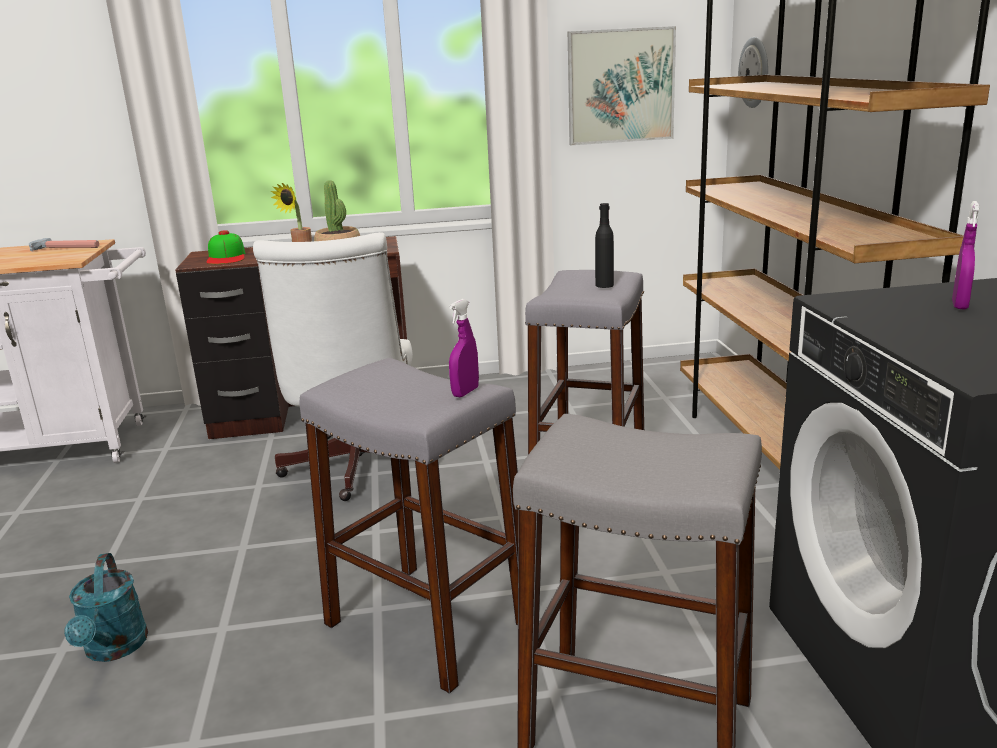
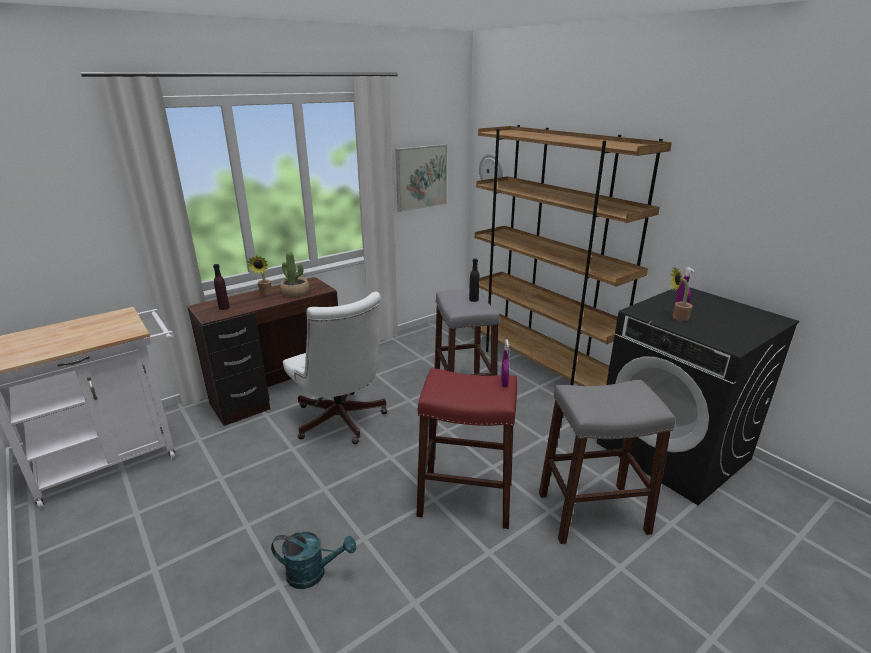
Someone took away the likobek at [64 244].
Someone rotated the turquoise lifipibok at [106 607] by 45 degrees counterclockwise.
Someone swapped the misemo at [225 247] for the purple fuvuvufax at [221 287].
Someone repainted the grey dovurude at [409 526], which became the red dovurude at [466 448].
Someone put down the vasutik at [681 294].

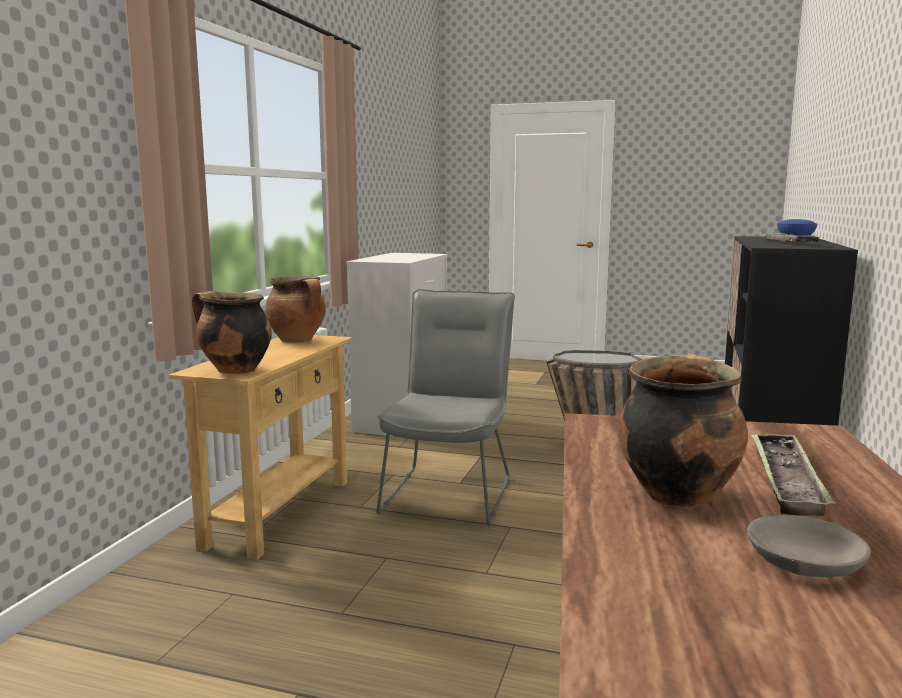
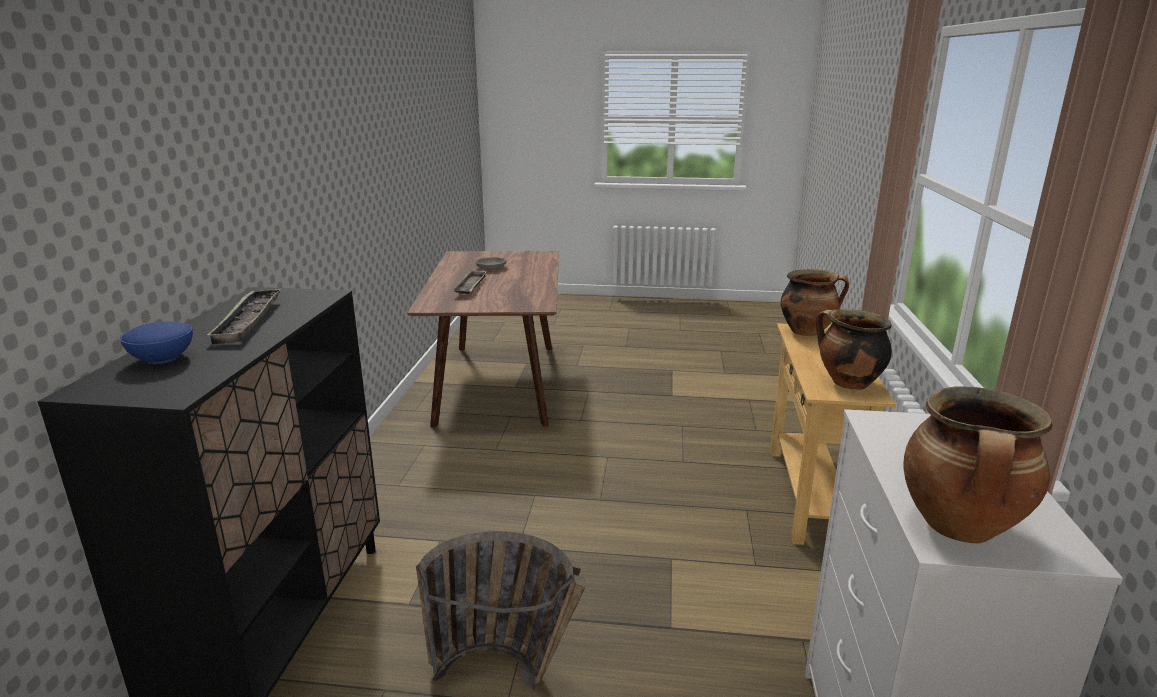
Someone took away the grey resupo at [446 407].
Someone carried the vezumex from [683 430] to [978 465].

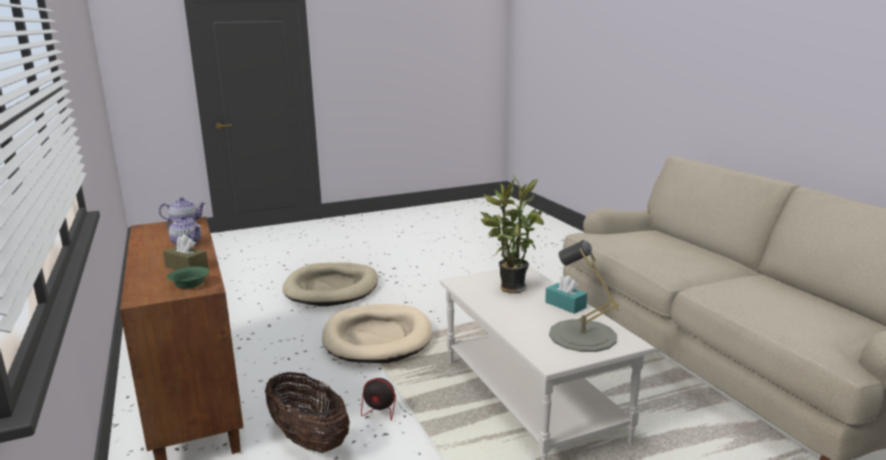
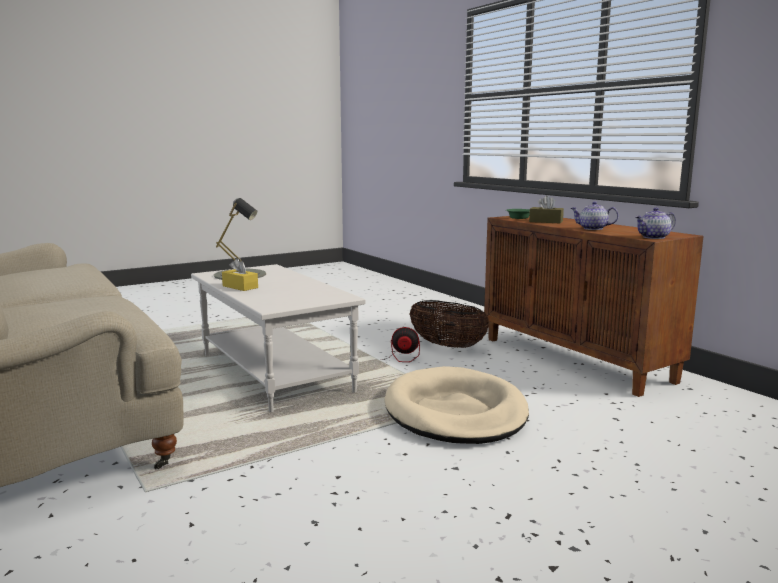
Someone took away the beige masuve at [330 284].
Someone took away the vasutik at [512 234].
Someone repainted the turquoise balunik at [566 294], which became the yellow balunik at [240 274].

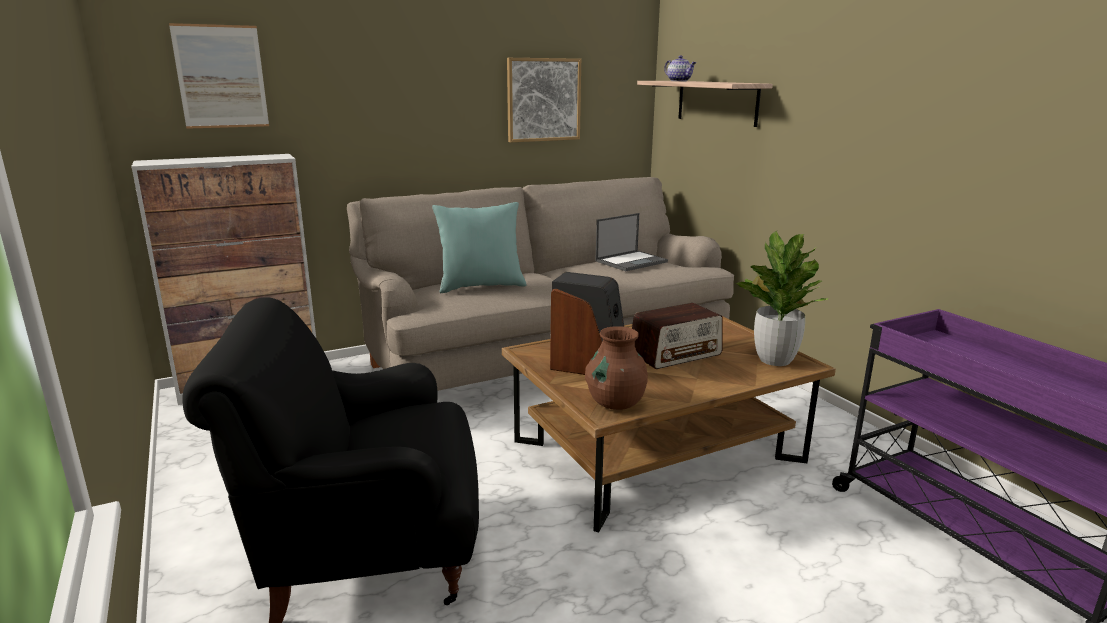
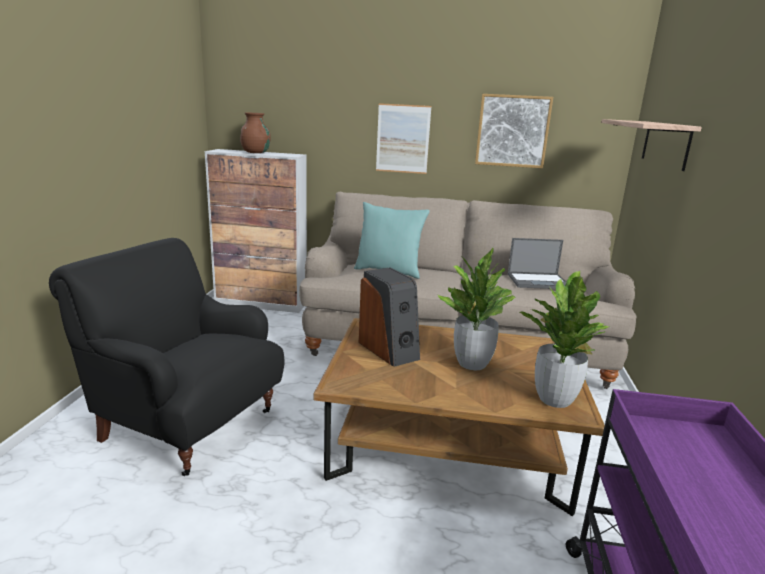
Someone carried the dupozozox from [219 76] to [403 138].
Someone carried the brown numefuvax from [616 368] to [255 133].
Someone swapped the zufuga at [677 336] for the vasutik at [476 309].
Someone took away the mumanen at [680 68].

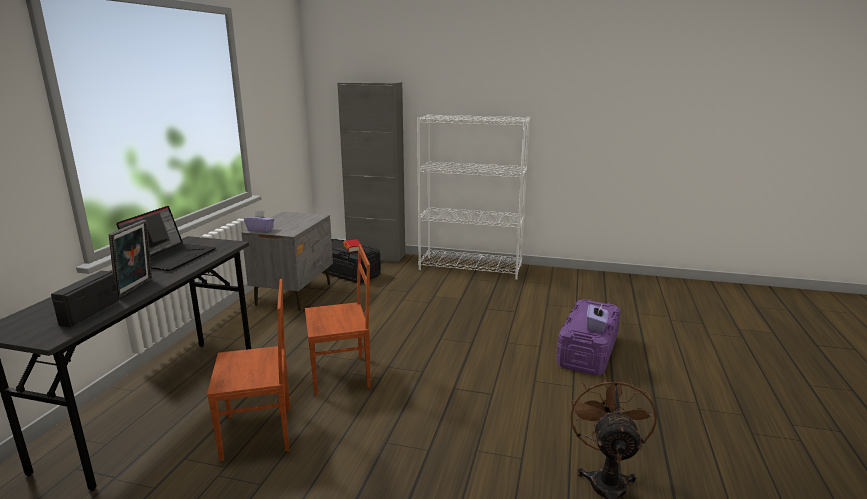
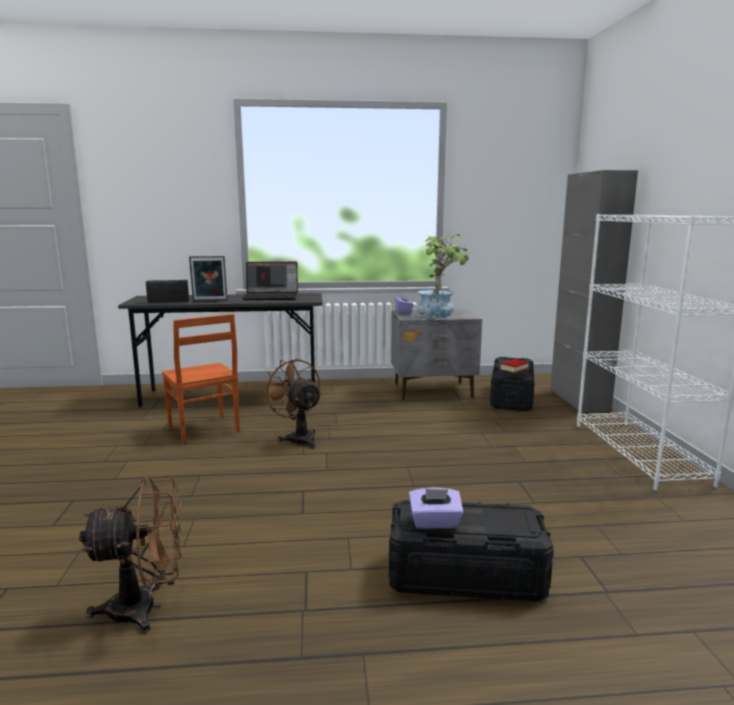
Someone swapped the brown resupo at [338 320] for the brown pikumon at [291 403].
Someone repainted the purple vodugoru at [588 337], which became the black vodugoru at [471 550].
Someone put down the vasutik at [444 276].

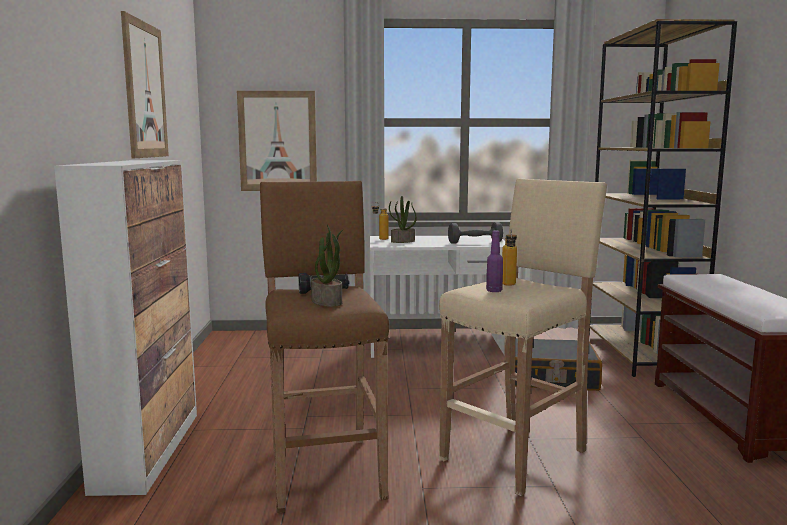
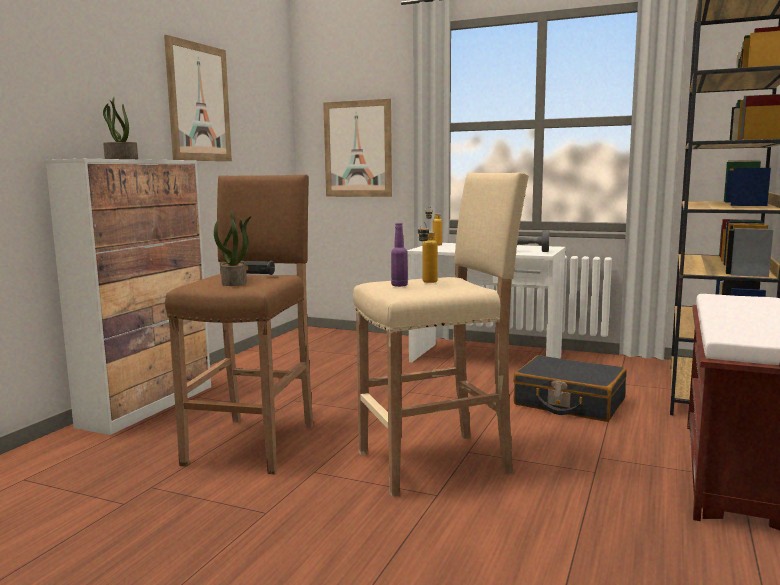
Someone carried the vasutik from [403 219] to [120 127].

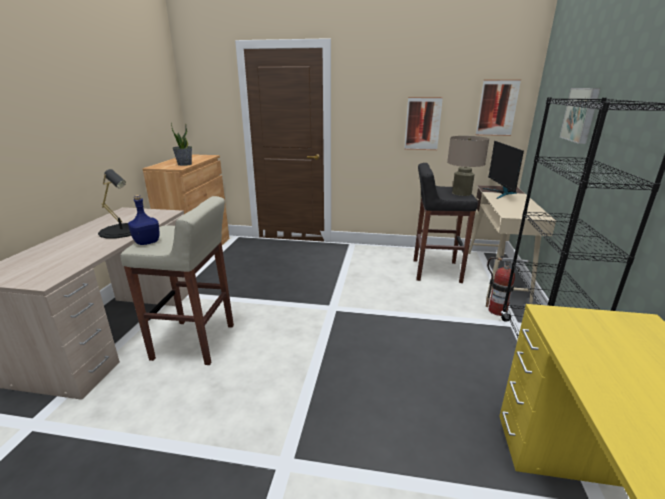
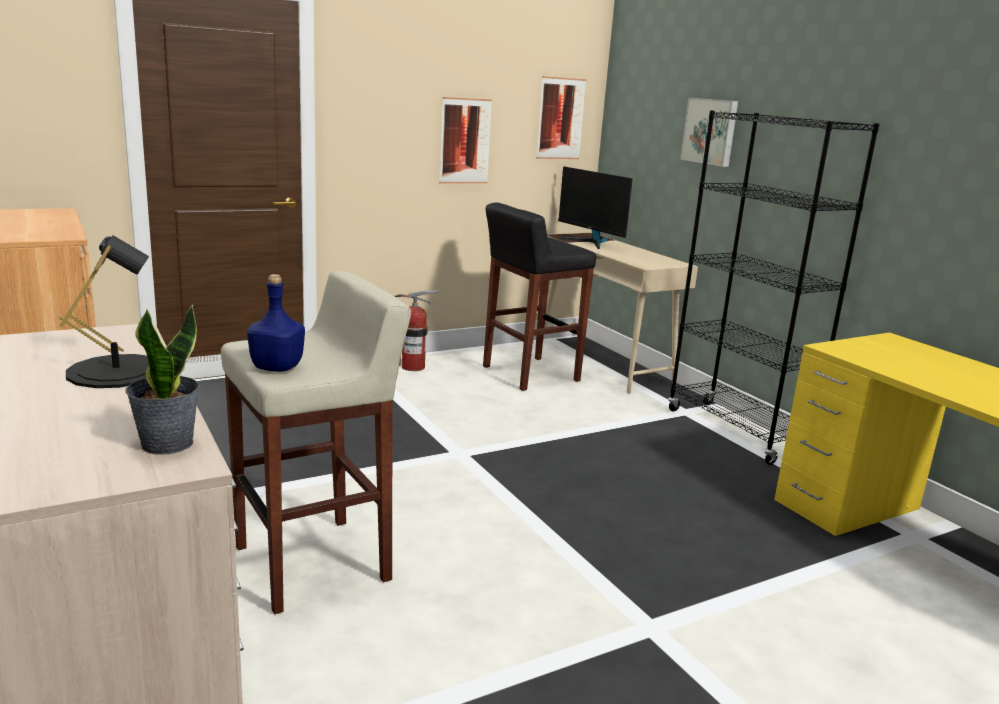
Someone carried the vasutik from [181 144] to [162 380].
Someone took away the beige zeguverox at [468 166].
Someone carried the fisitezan from [507 286] to [417 330].

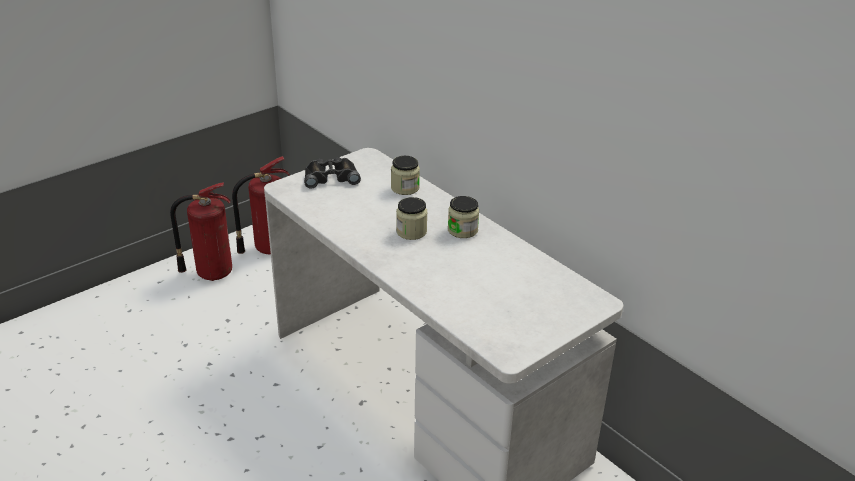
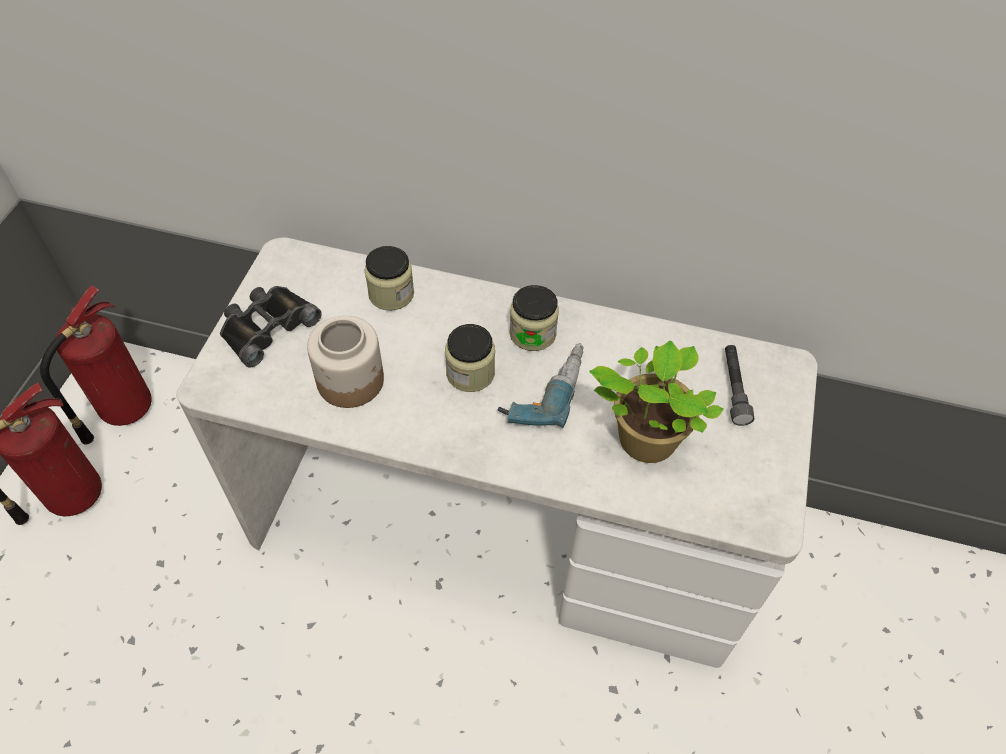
Someone put down the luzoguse at [345 362].
Someone put down the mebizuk at [541 385].
Someone put down the vasutik at [656 401].
Someone put down the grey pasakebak at [739 385].

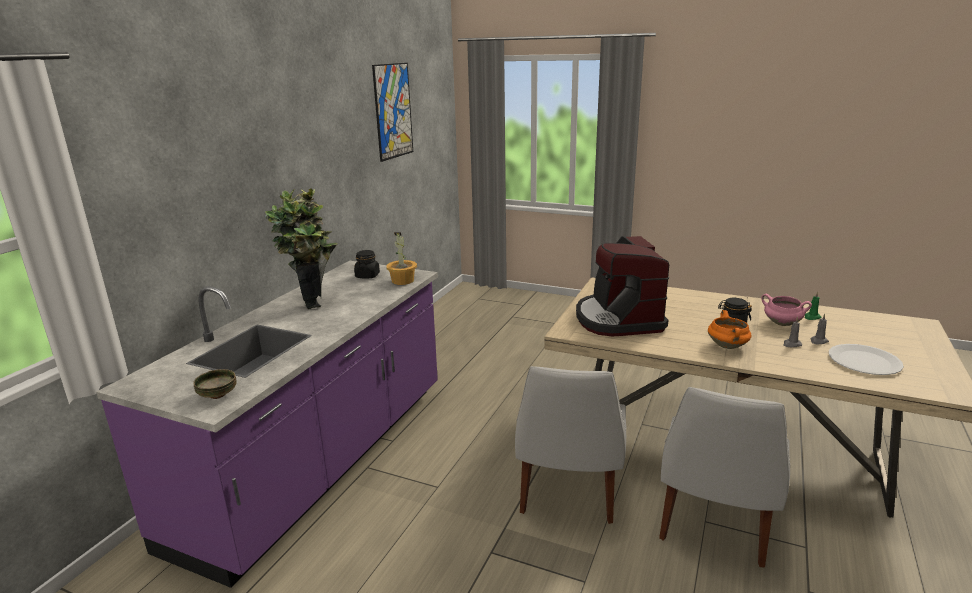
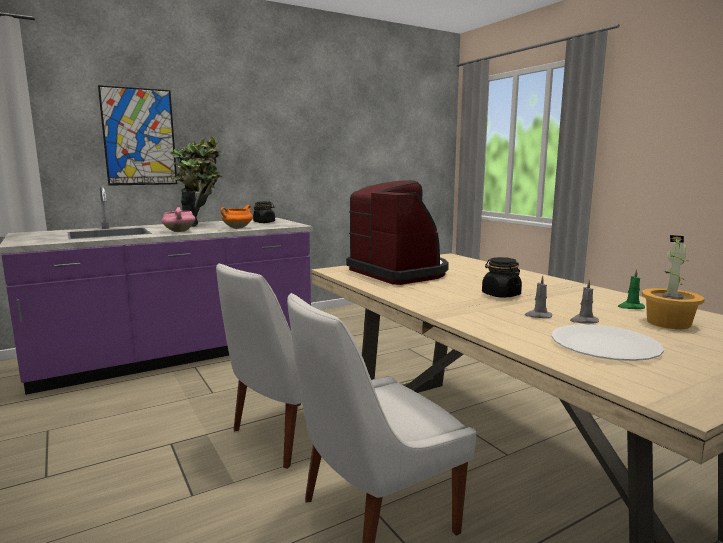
Someone took away the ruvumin at [215 384].
Someone carried the dupozozox from [392 112] to [137 135].
Someone carried the vasutik from [401 258] to [673 282].
Someone rotated the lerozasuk at [622 286] by 120 degrees clockwise.
Someone carried the orange vezumex from [729 329] to [236 217].
Someone carried the pink vezumex from [786 310] to [179 219].

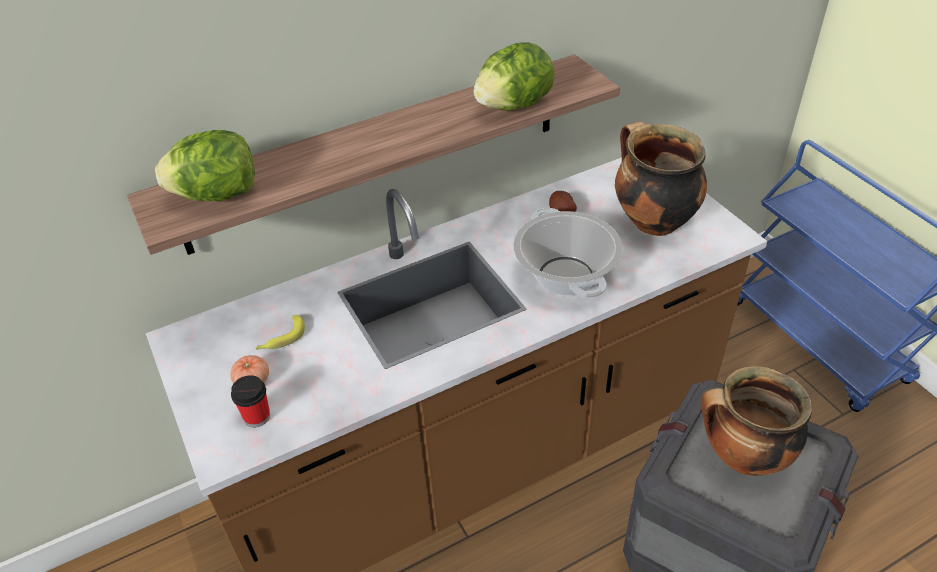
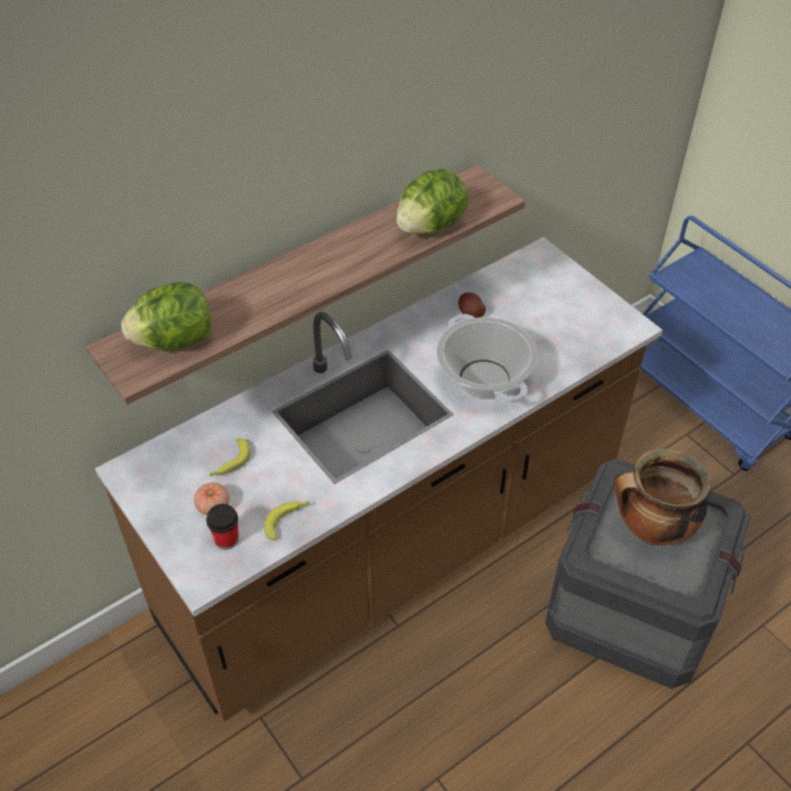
Someone took away the vezumex at [661 179].
Someone put down the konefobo at [287 520].

